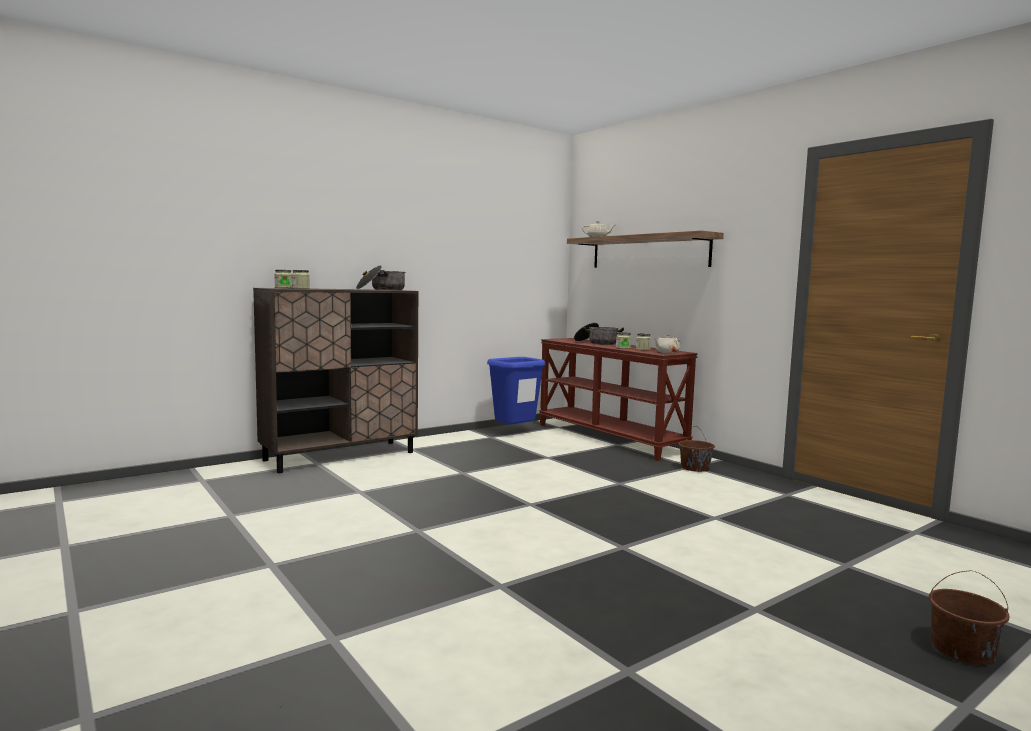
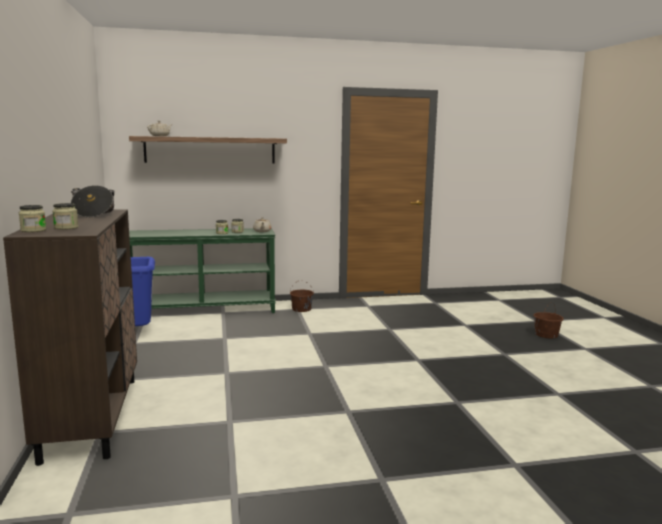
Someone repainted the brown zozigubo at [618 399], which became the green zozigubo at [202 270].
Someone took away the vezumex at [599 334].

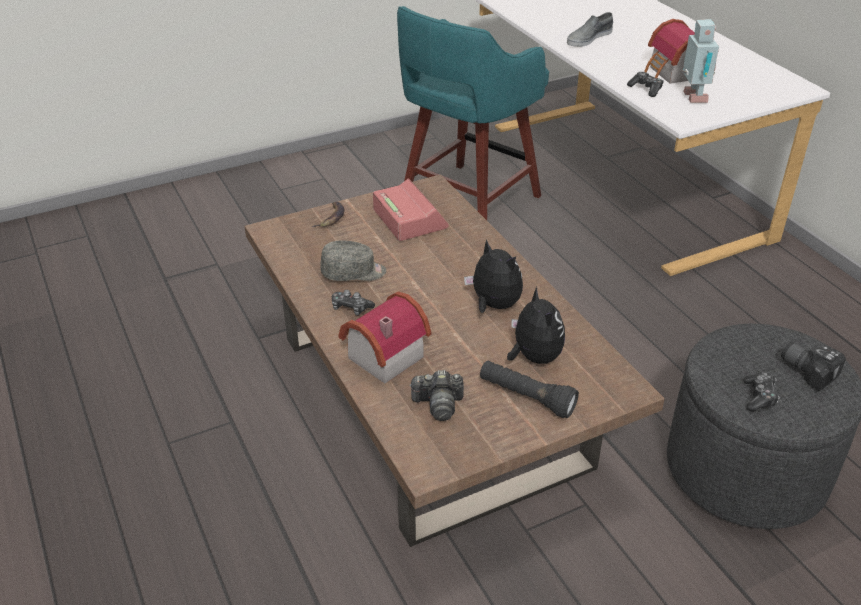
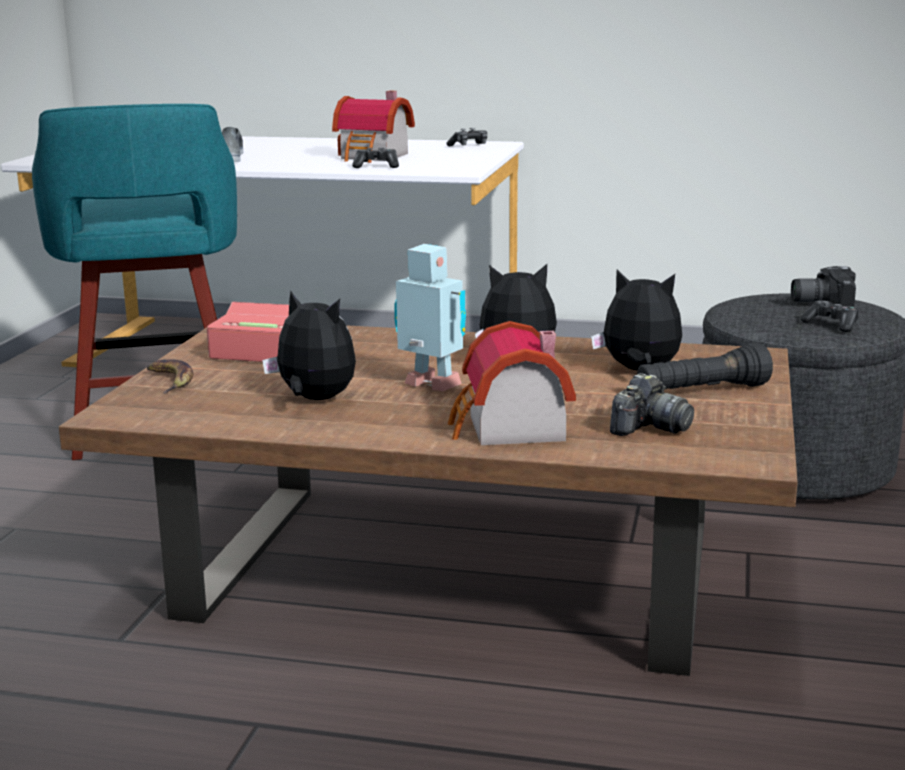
Someone swapped the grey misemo at [353 261] for the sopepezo at [309 345].
Someone carried the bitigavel from [353 302] to [466 137].
Someone carried the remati from [700 61] to [430 317].

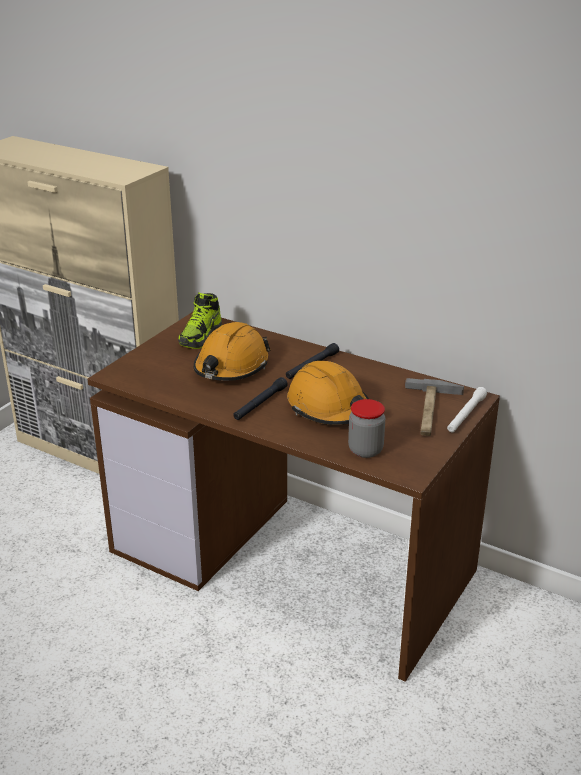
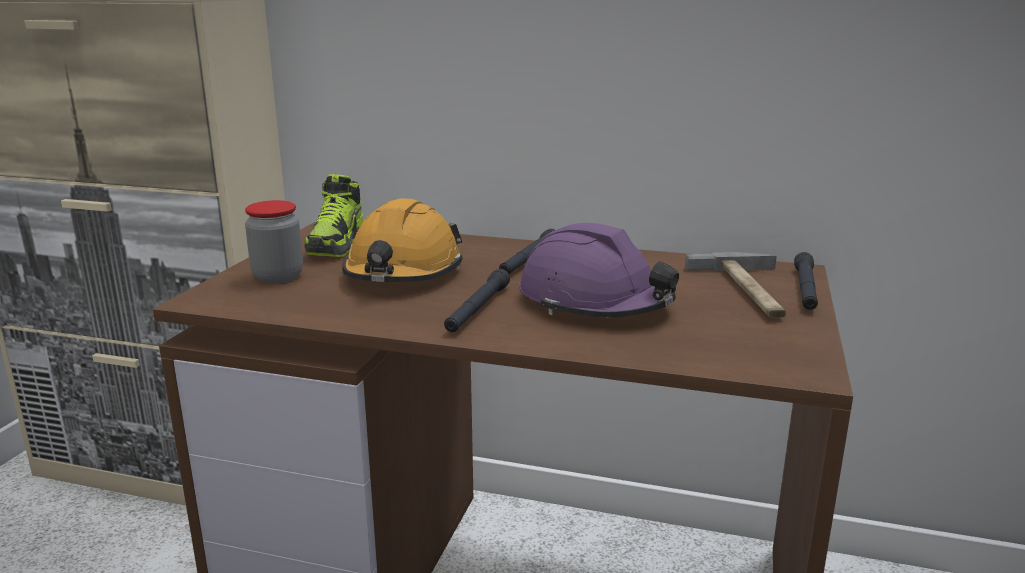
Someone repainted the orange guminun at [328 393], which became the purple guminun at [599 270].
Someone carried the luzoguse from [366 428] to [274 241].
Someone repainted the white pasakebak at [467 409], which became the black pasakebak at [806 281].

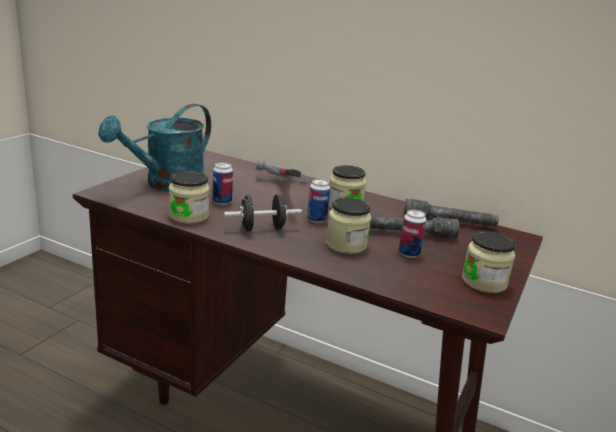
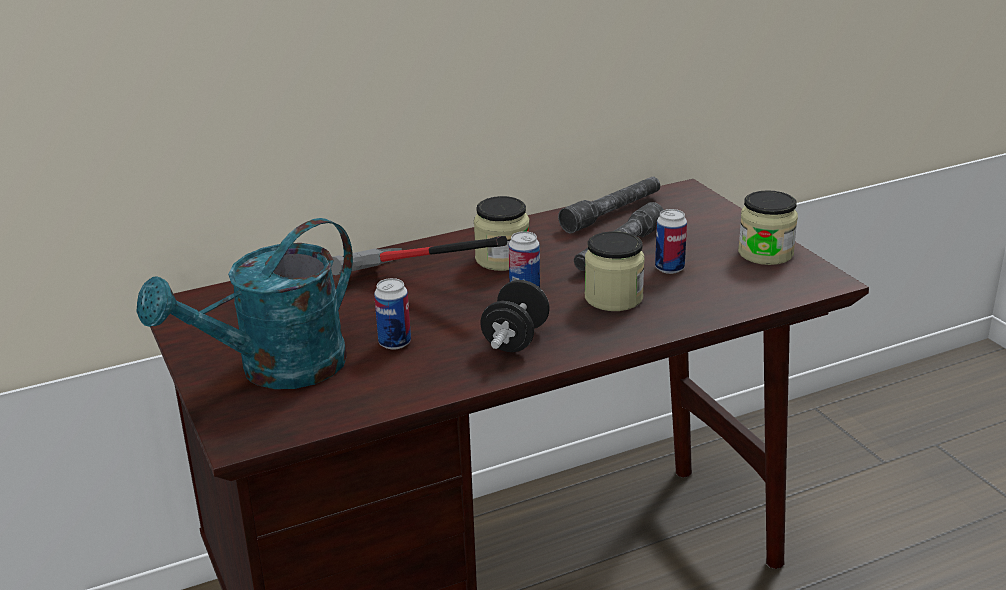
Someone rotated the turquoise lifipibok at [154 148] by 60 degrees clockwise.
Someone took away the luzoguse at [189 197].

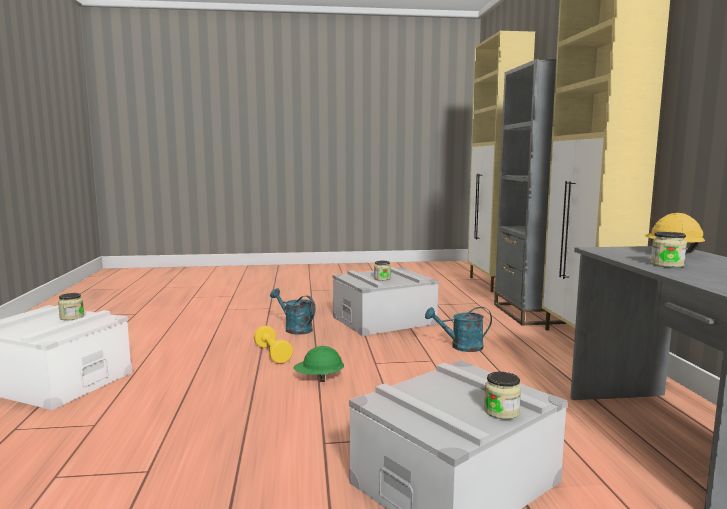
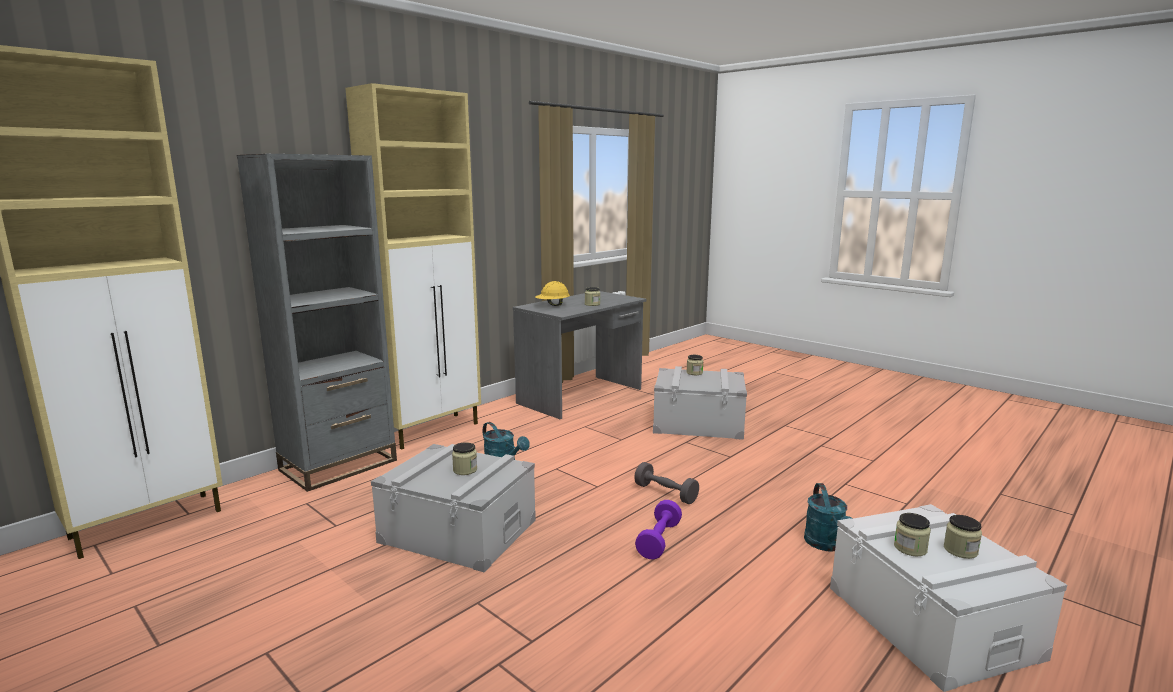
Someone repainted the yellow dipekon at [273 345], which became the purple dipekon at [658 529].
Someone carried the turquoise lifipibok from [293 311] to [828 517].
Someone swapped the green guminun at [319 364] for the grey dipekon at [666 483].
Someone put down the luzoguse at [963 537].

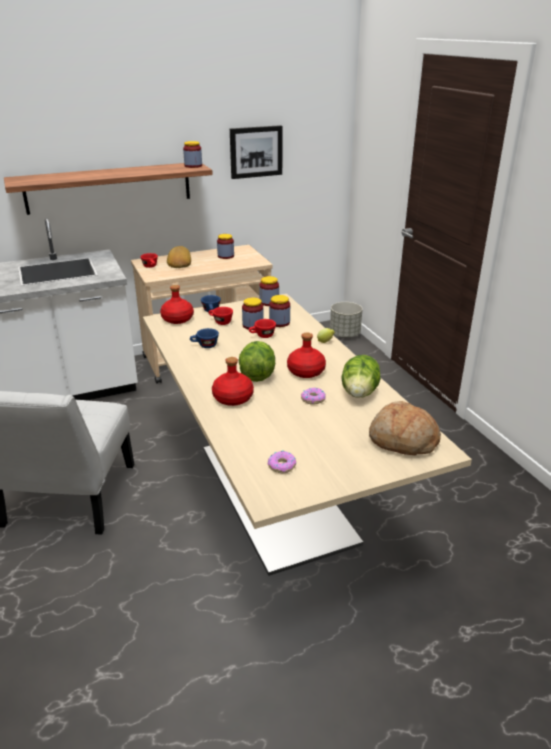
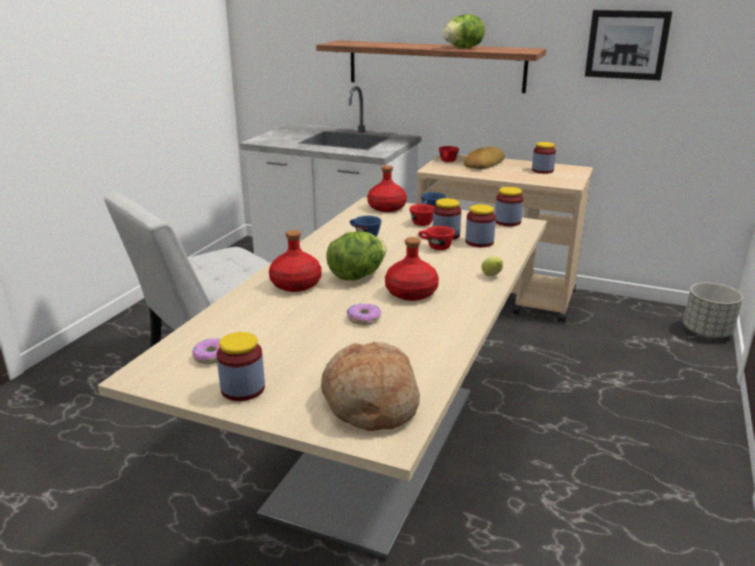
Someone carried the luzoguse from [192 154] to [241 366].
Someone carried the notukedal from [361 376] to [464 31].

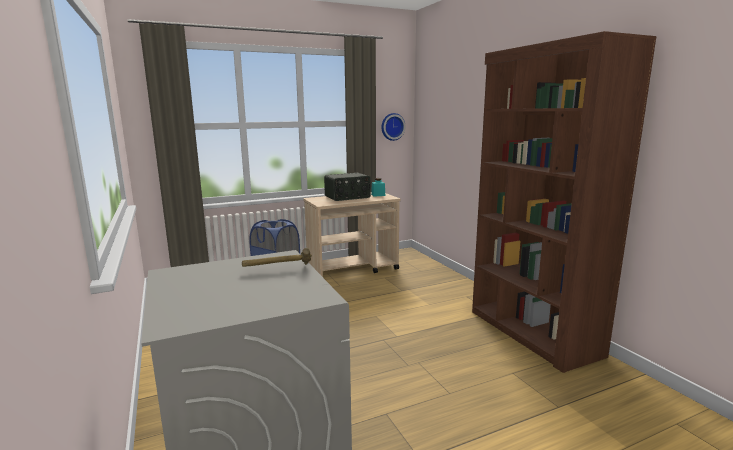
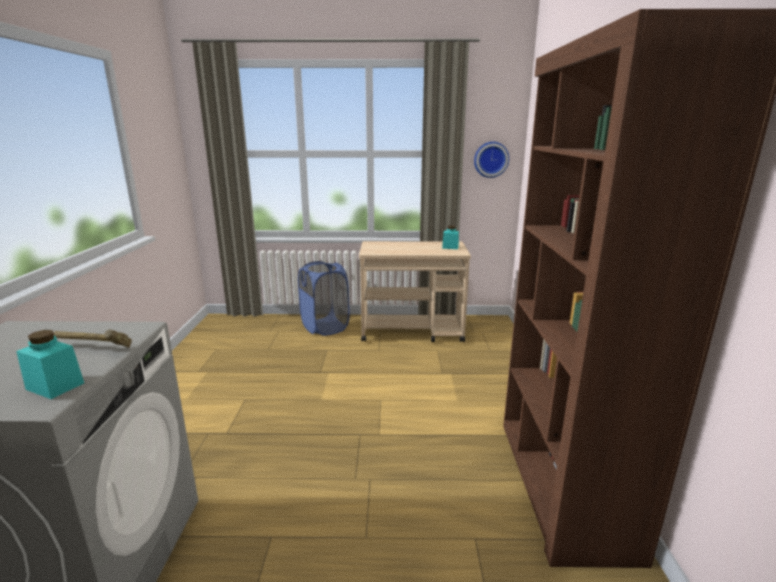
Someone took away the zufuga at [347 187].
Someone put down the turquoise luzoguse at [50 364].

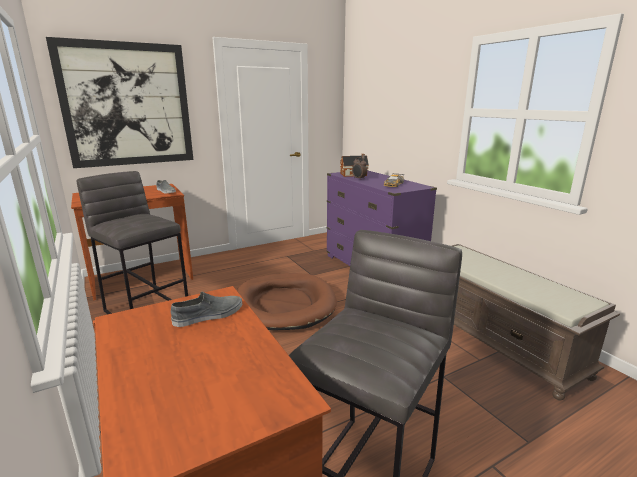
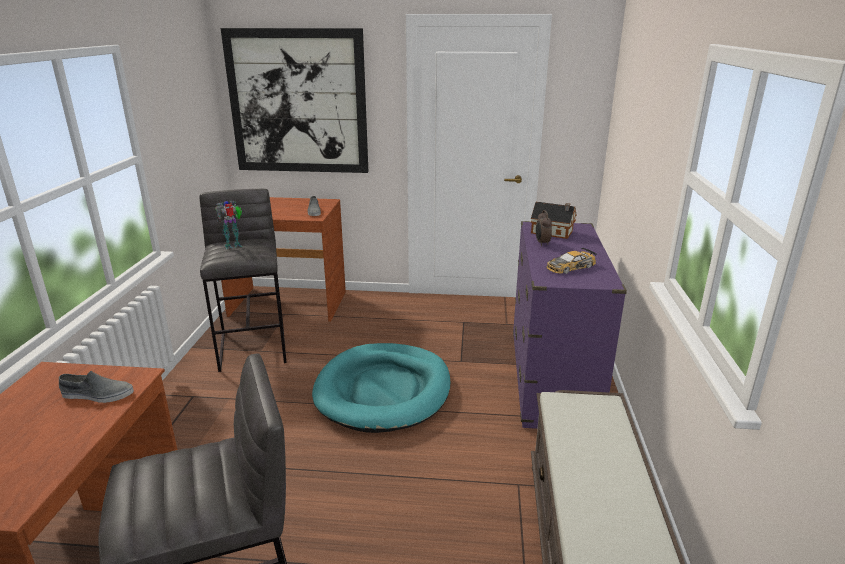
Someone repainted the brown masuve at [287 301], which became the turquoise masuve at [381 388].
Someone put down the remati at [228 225].

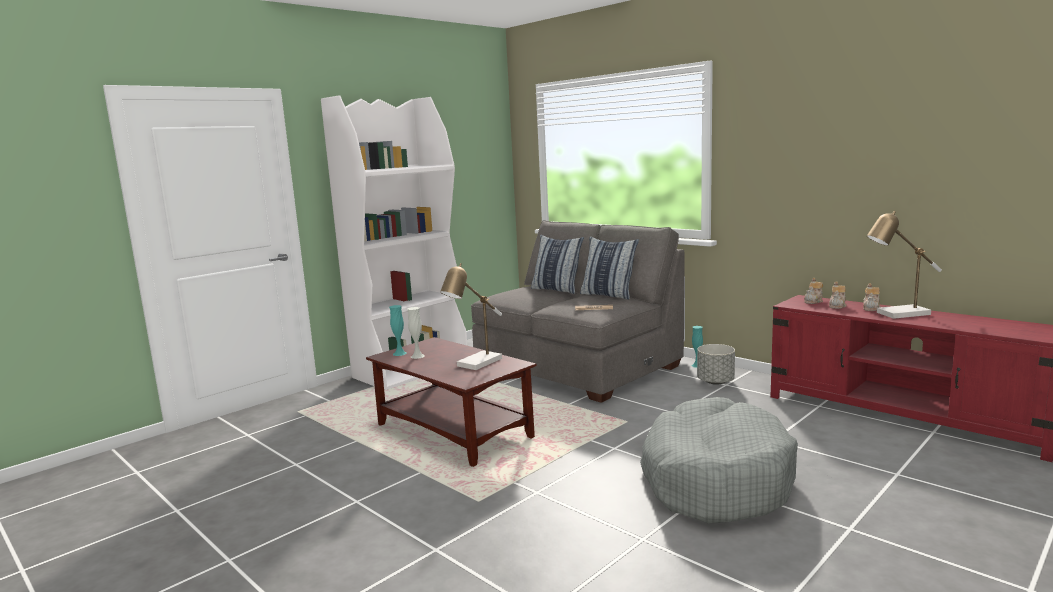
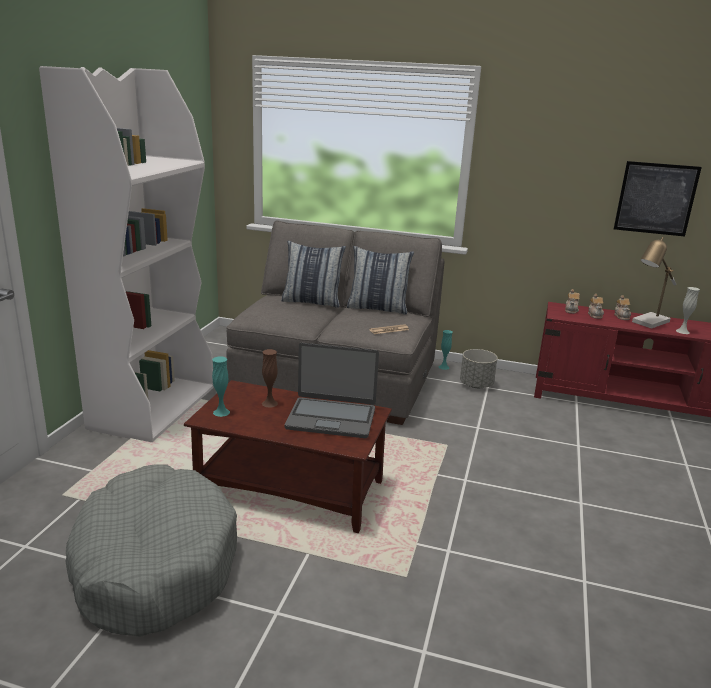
Someone carried the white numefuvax from [416 333] to [688 310].
Someone swapped the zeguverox at [471 316] for the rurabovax at [332 390].
Someone carried the grey masuve from [719 460] to [151 550].
Someone put down the brown numefuvax at [270 378].
Someone put up the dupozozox at [658 199].

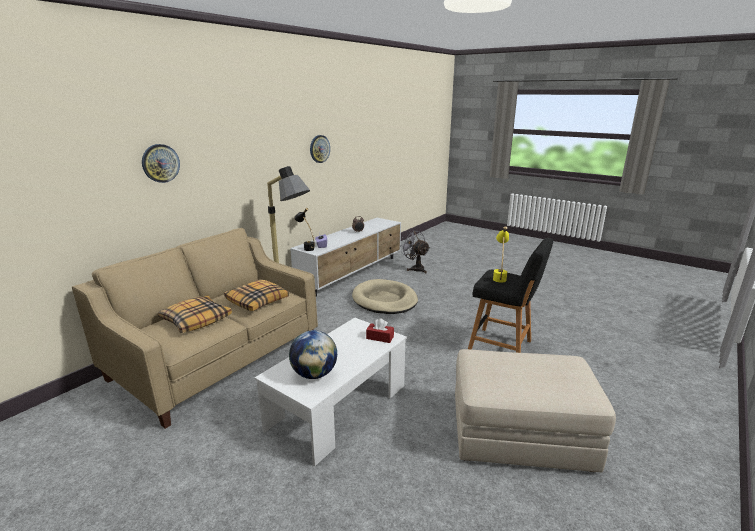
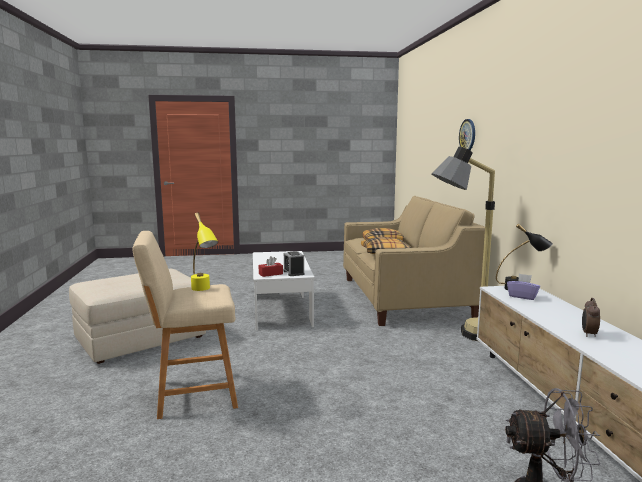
Someone took away the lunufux at [313 354].
Someone took away the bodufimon at [320 149].
Someone took away the beige masuve at [385 296].
Someone repainted the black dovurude at [510 295], which became the beige dovurude at [185 325].
Someone put down the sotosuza at [294 263].

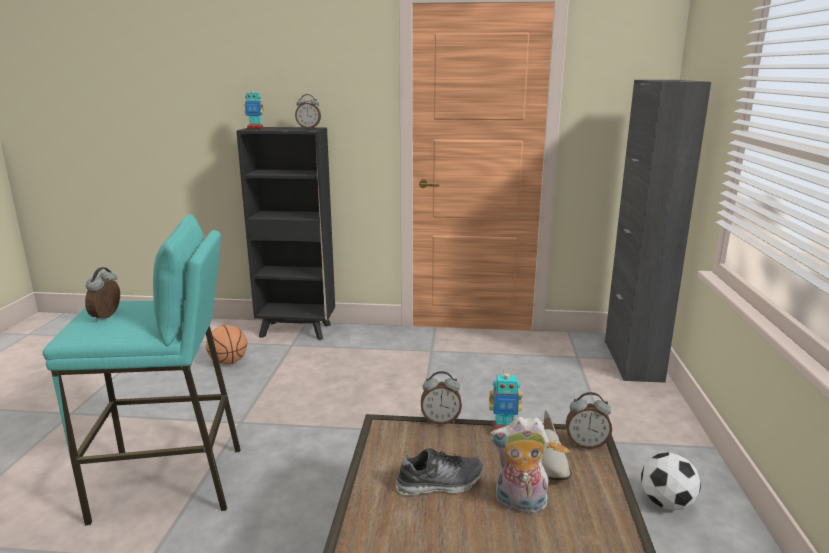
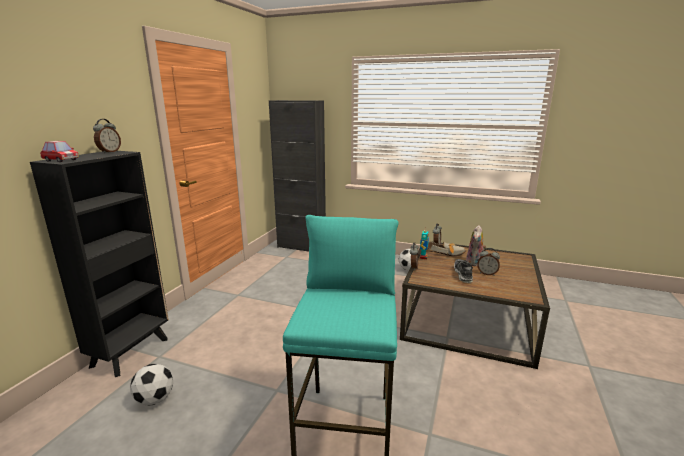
Someone carried the sotosuza from [102 294] to [488 262].
Someone swapped the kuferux at [226 345] for the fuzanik at [151 385].
Someone swapped the remati at [254 107] for the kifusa at [59 151].

